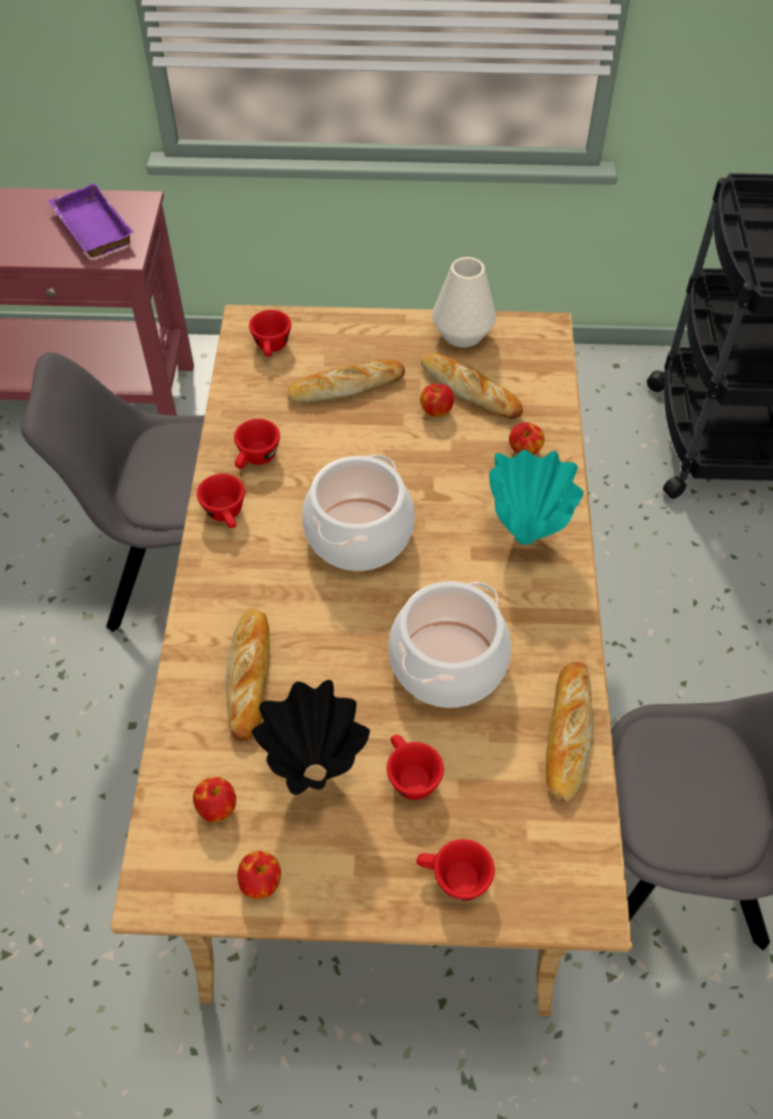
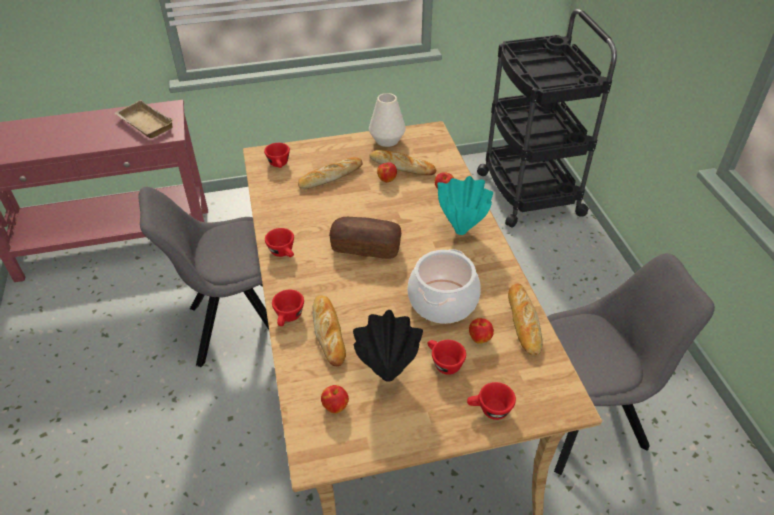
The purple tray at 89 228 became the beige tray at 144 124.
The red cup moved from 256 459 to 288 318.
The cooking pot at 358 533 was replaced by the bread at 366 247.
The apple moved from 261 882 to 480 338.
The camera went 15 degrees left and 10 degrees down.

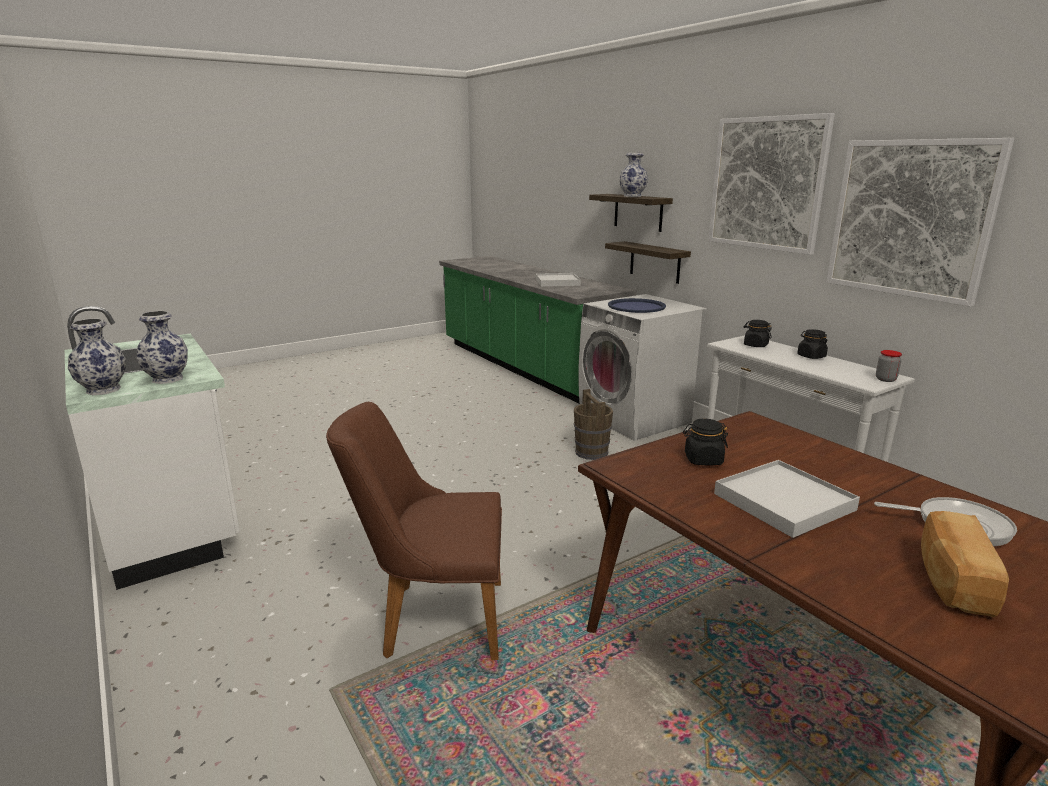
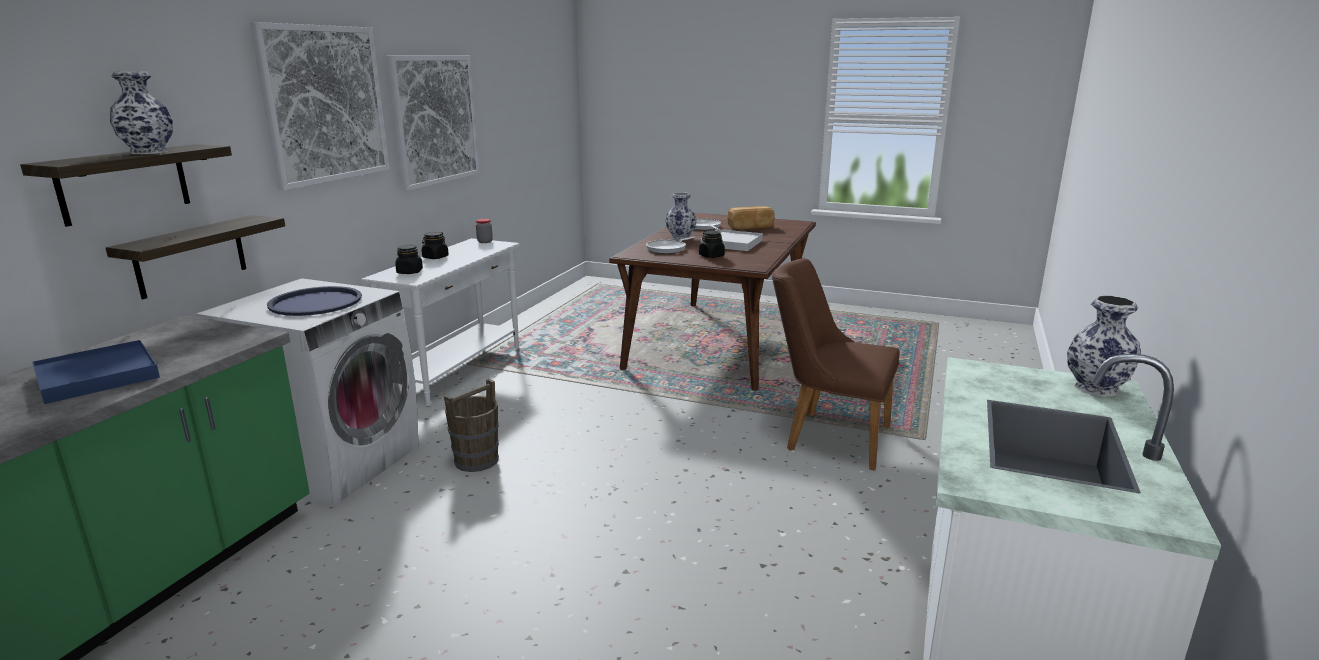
The white tray at 557 282 became the blue tray at 98 376.
The vase moved from 168 378 to 680 238.
The brown chair at 432 618 turned 150 degrees clockwise.
The frying pan at 668 249 appeared.
The camera went 125 degrees left and 0 degrees up.

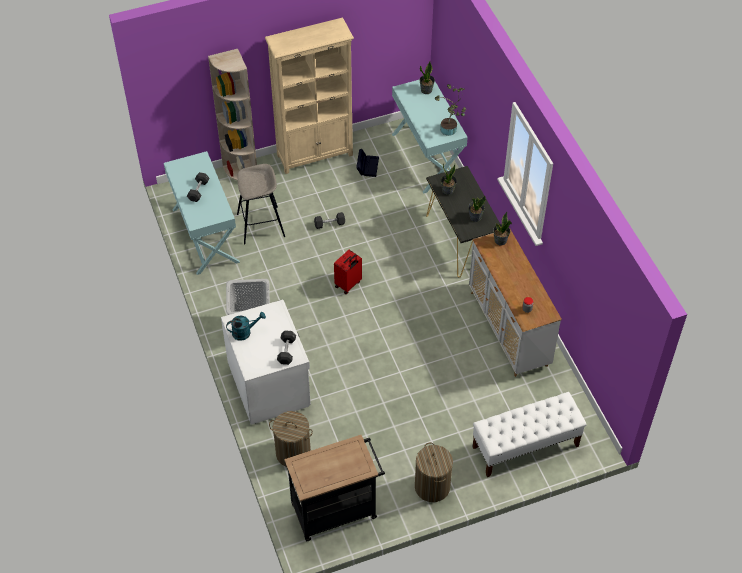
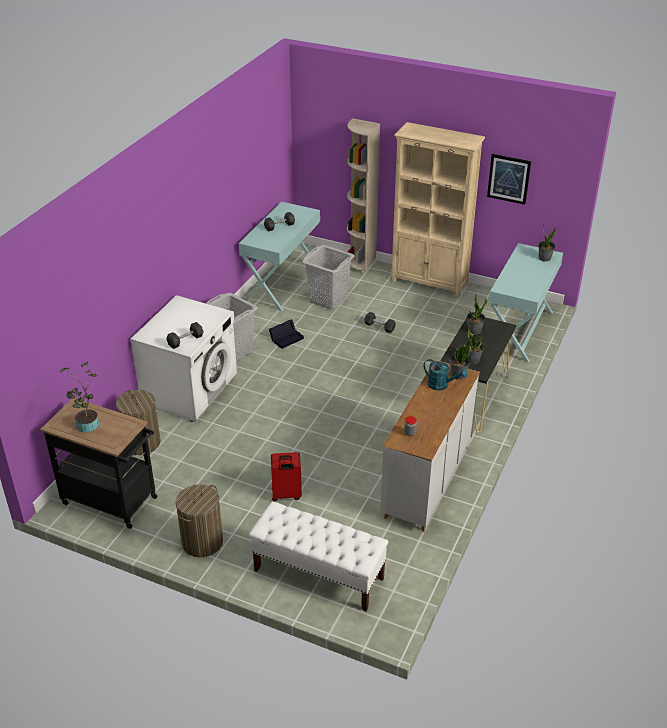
The potted plant moved from 450 130 to 87 427.
The black storage box moved from 367 166 to 287 338.
The grey stool at 261 225 was replaced by the grey laundry basket at 328 300.
The red suitcase moved from 348 284 to 286 495.
The turquoise watering can moved from 245 332 to 441 385.
The picture at 509 178 appeared.
The camera went 45 degrees right and 15 degrees down.

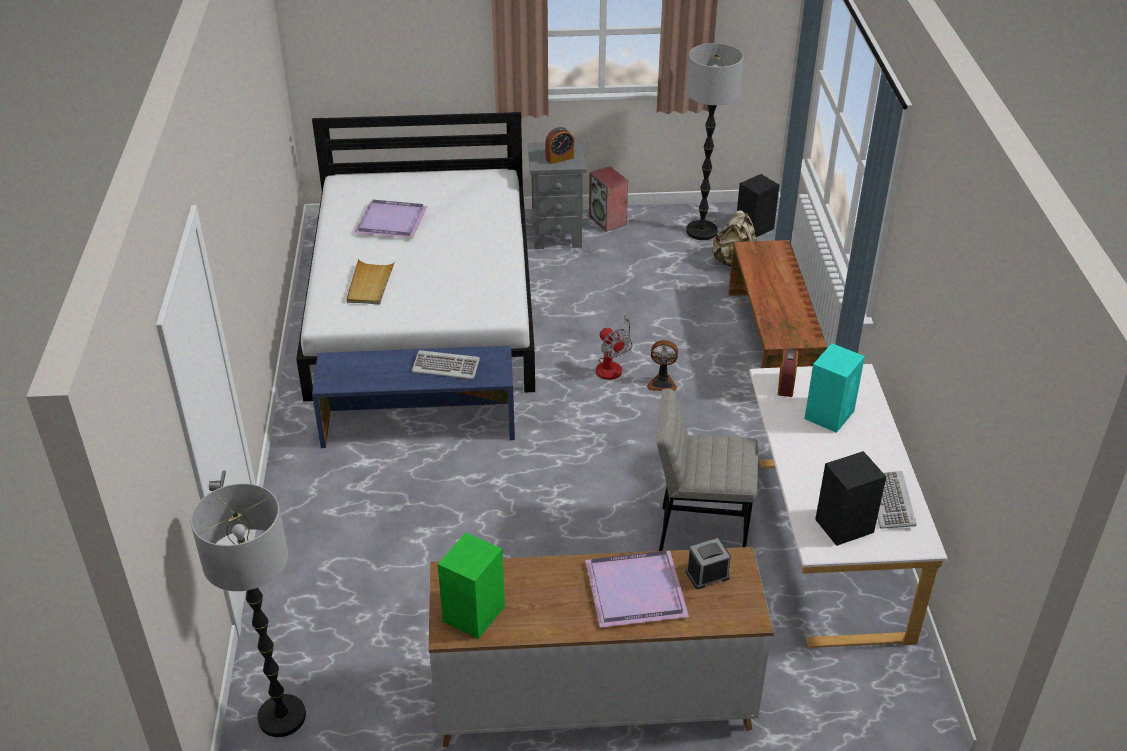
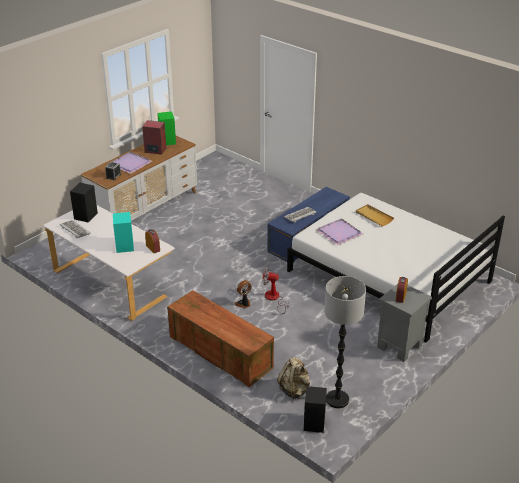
The speaker moved from 608 220 to 155 150.
The purple tray moved from 392 222 to 338 233.
The grey chair at 698 536 disappeared.
The floor lamp at 281 717 disappeared.
The camera went 135 degrees right and 5 degrees down.

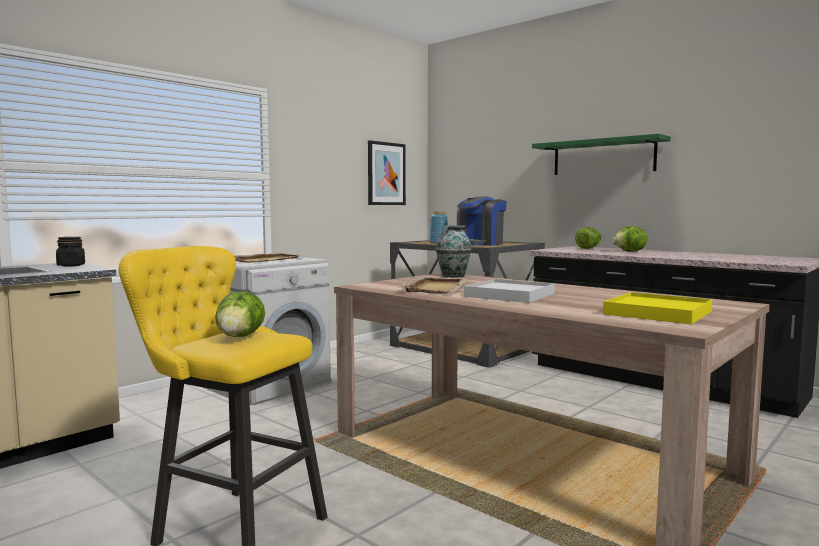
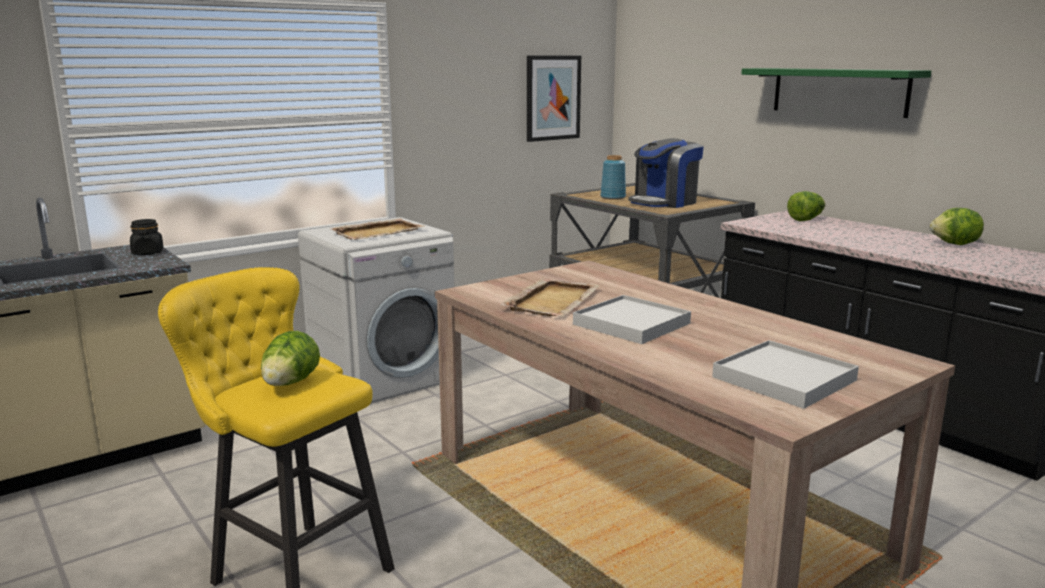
The vase at 452 276 disappeared.
The lettuce moved from 630 252 to 955 244.
The yellow tray at 658 313 became the white tray at 784 379.
The camera went 10 degrees right and 10 degrees up.

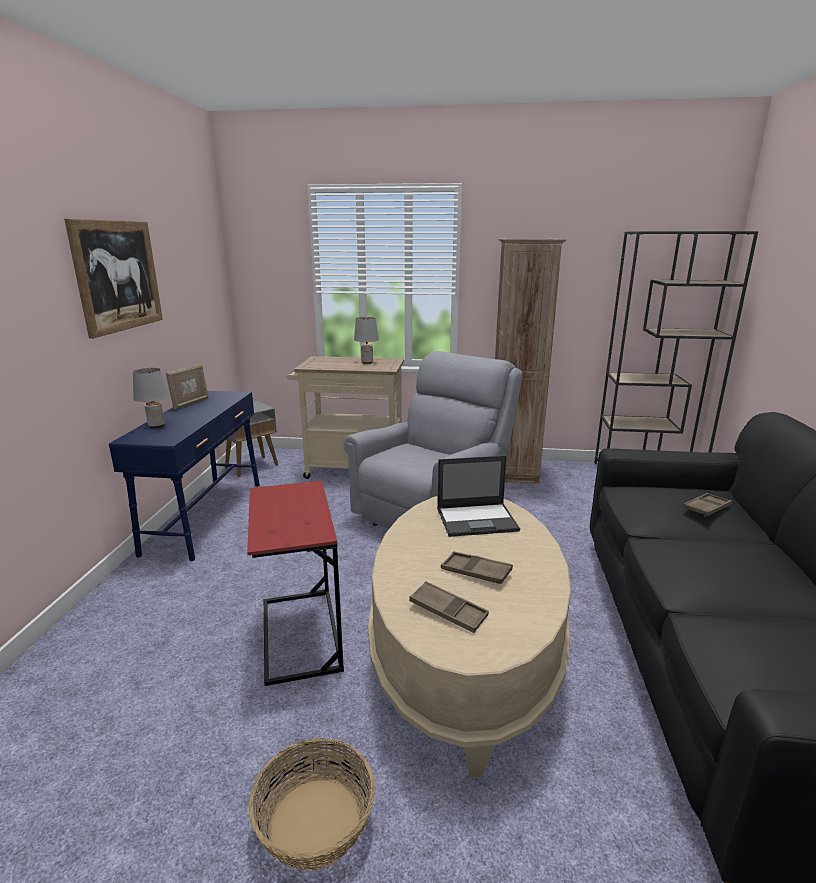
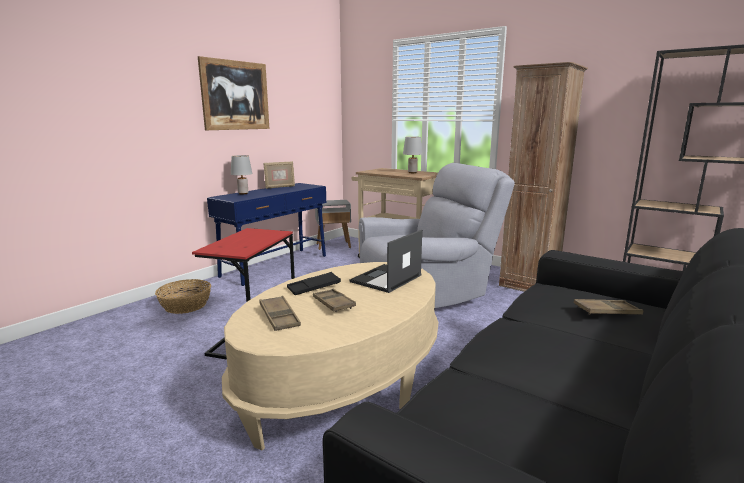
The laptop at 477 519 turned 105 degrees clockwise.
The basket moved from 315 823 to 185 306.
The black tray at 314 287 appeared.
The camera went 30 degrees right and 5 degrees down.

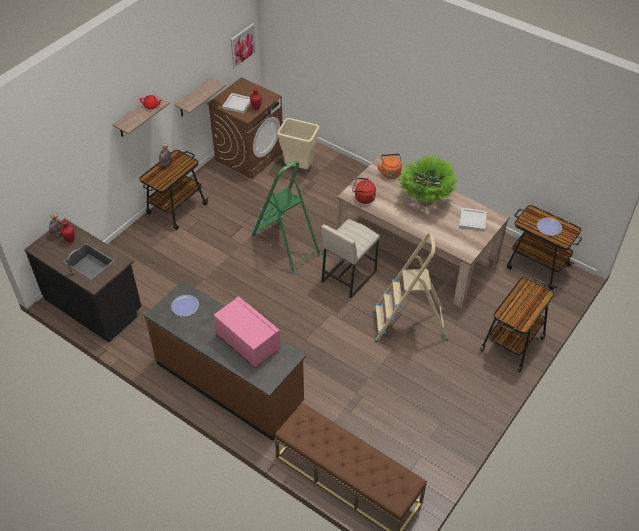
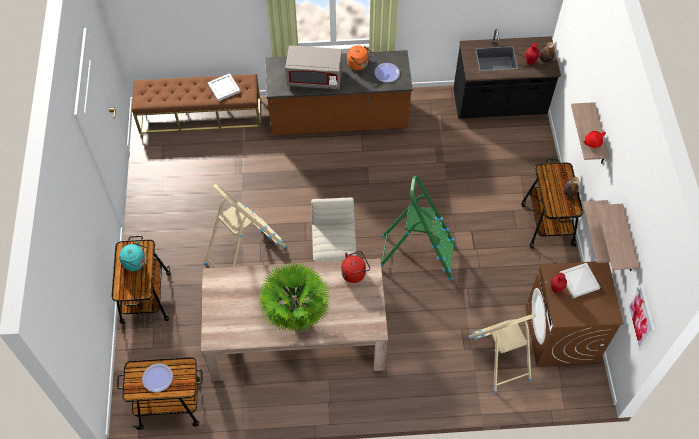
The beige trash can at 299 167 was replaced by the beige step ladder at 498 357.
The orange kettle moved from 390 172 to 359 64.
The white tray moved from 472 220 to 224 88.
The pink microwave at 248 342 became the grey microwave at 315 78.
The shelf at 628 241 appeared.
The turquoise kettle at 136 262 appeared.
The camera went 140 degrees right and 10 degrees up.

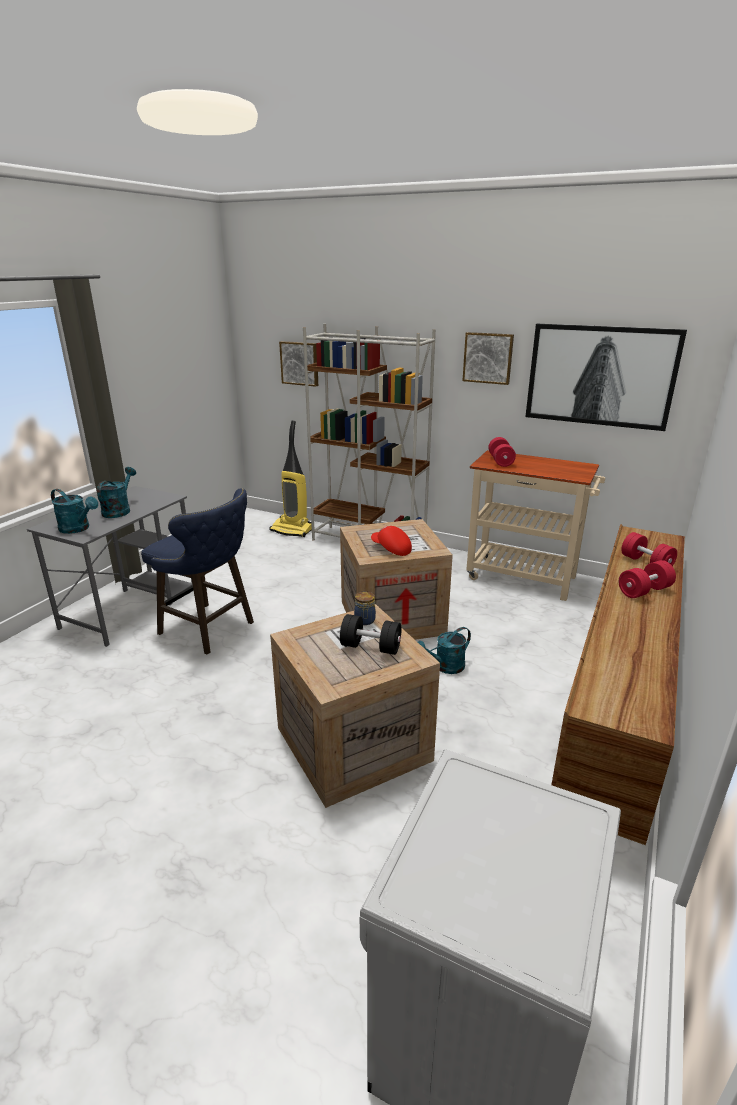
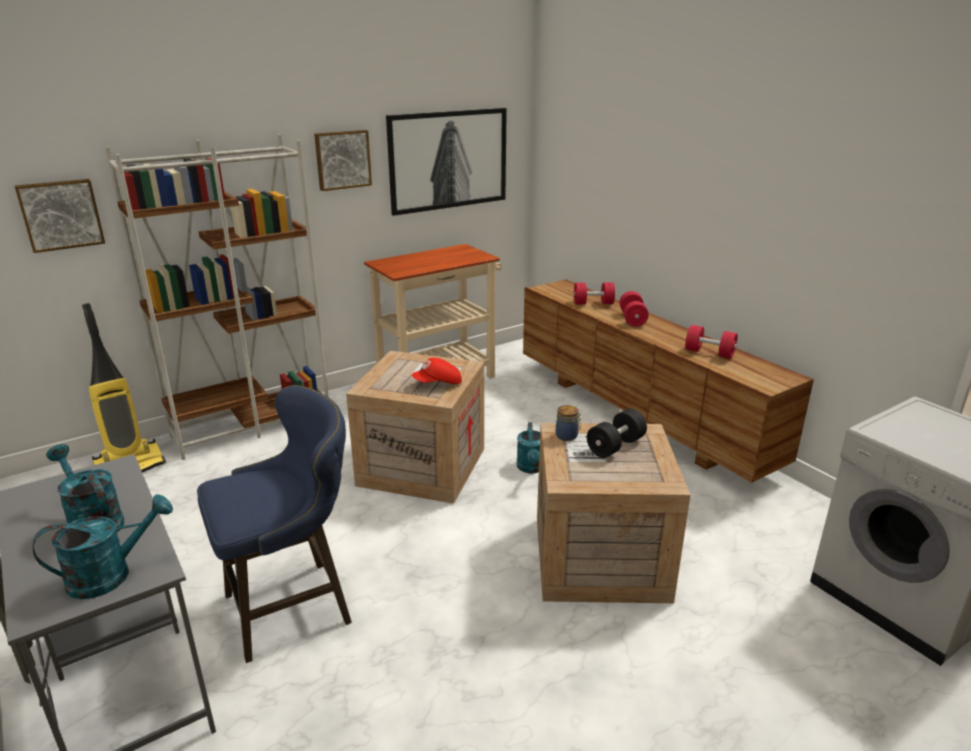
The red dumbbell moved from 500 461 to 709 353.
The camera went 60 degrees left and 0 degrees up.

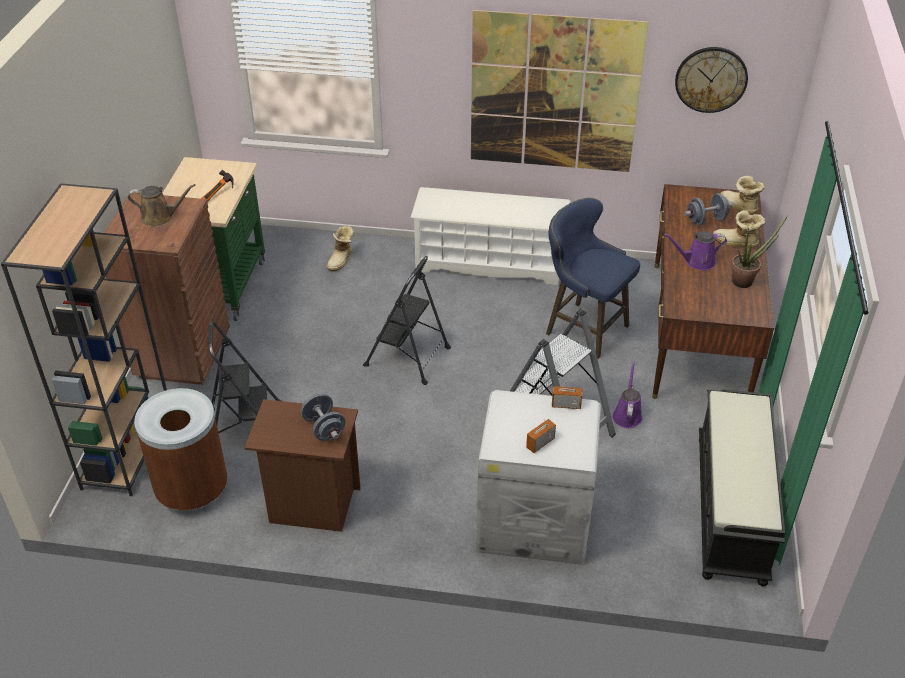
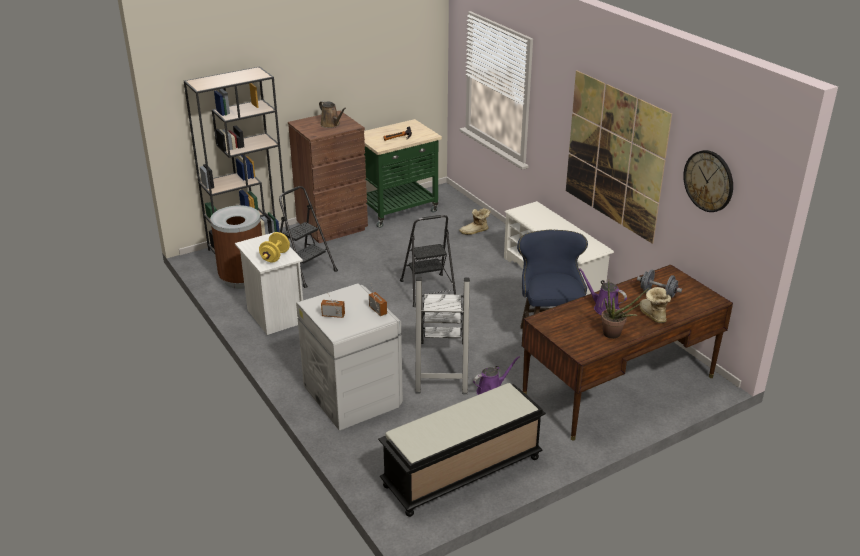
The boot at 738 207 disappeared.
The grey dumbbell at 324 428 became the yellow dumbbell at 275 257.
The brown nightstand at 311 505 became the white nightstand at 274 316.
The camera went 50 degrees right and 10 degrees down.

